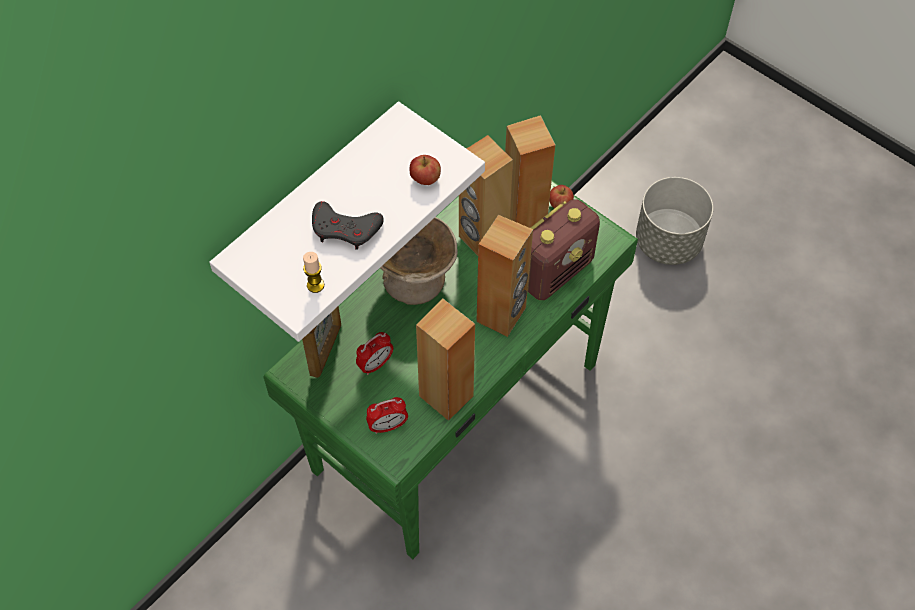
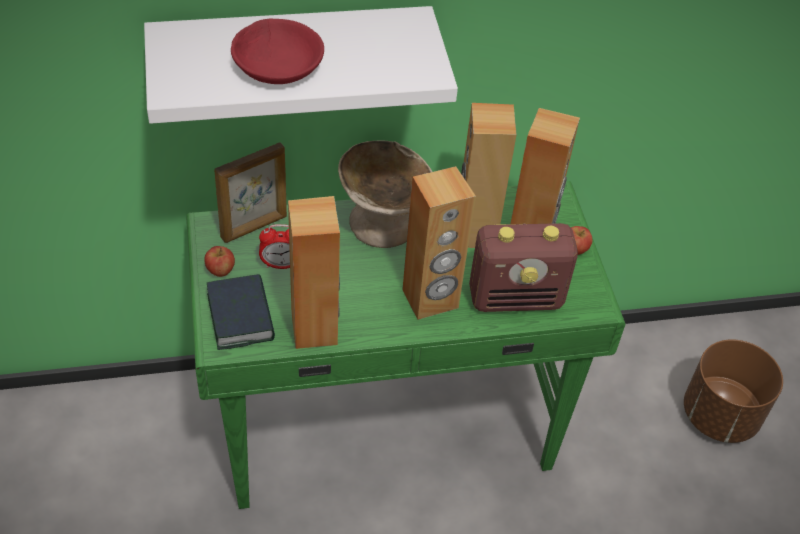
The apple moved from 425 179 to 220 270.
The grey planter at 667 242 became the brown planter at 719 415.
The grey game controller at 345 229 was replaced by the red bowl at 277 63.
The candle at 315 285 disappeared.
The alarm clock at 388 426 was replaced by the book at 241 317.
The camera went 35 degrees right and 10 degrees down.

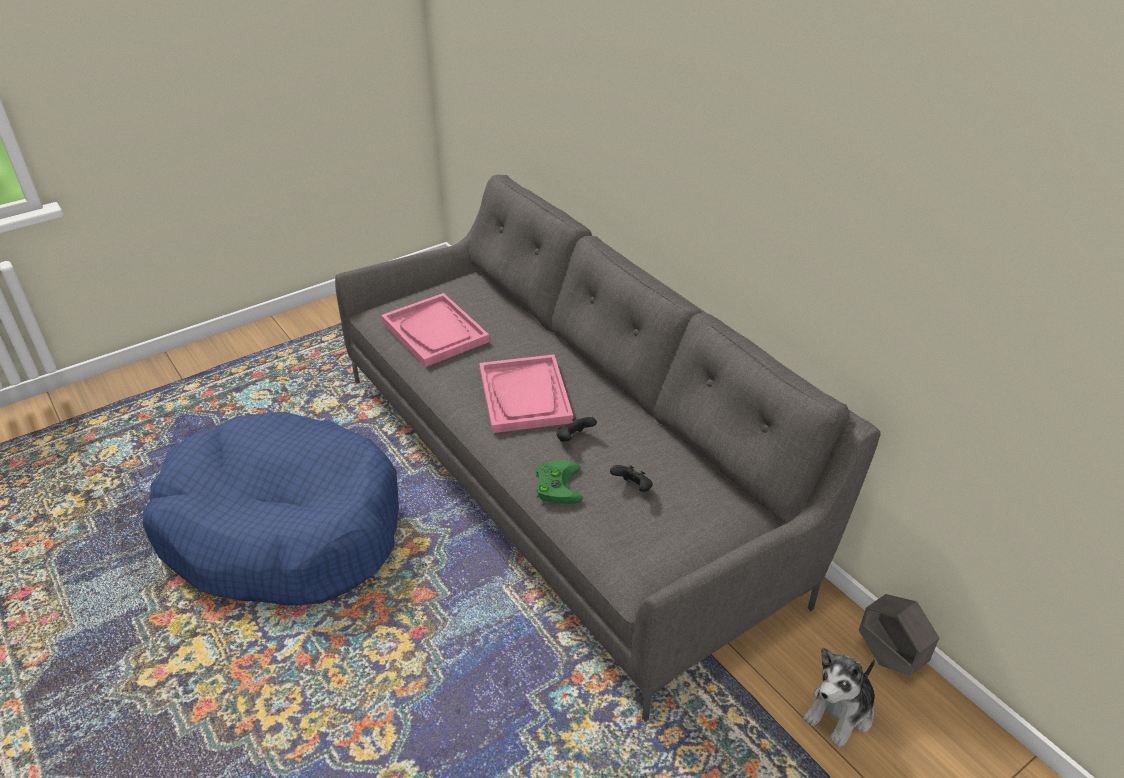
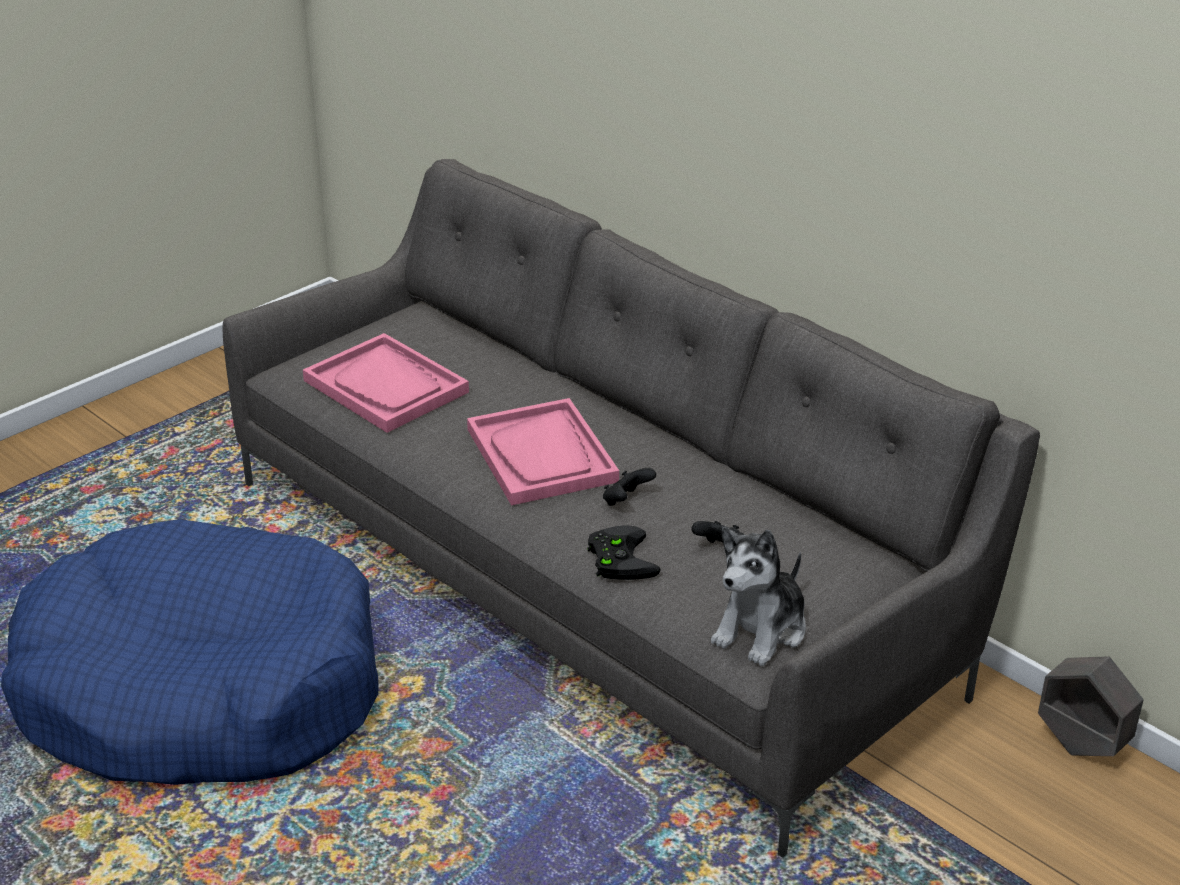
The green game controller at 556 484 became the black game controller at 618 557.
The plush toy moved from 840 712 to 761 630.
The camera went 10 degrees left and 5 degrees down.

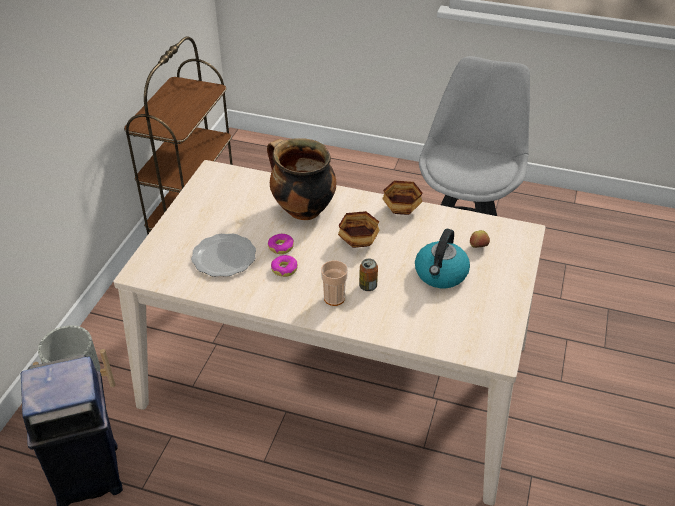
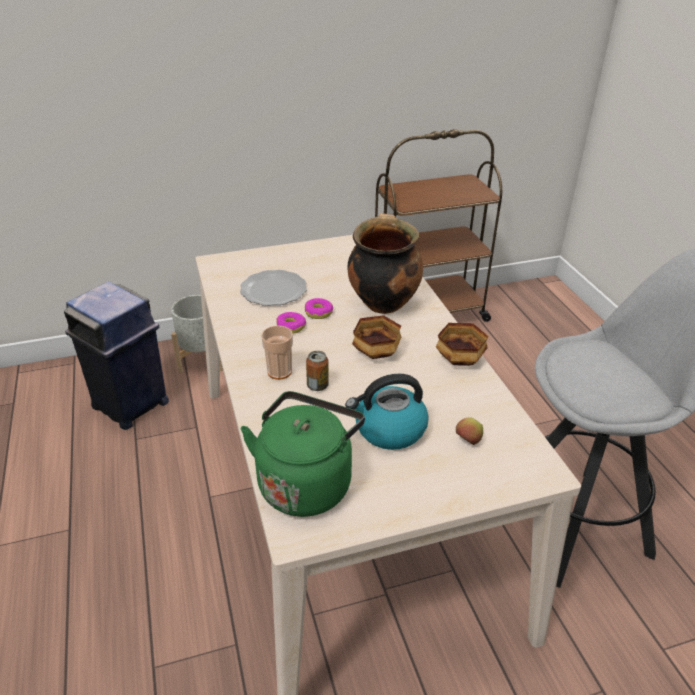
The green kettle at 306 482 appeared.
The camera went 55 degrees right and 5 degrees down.

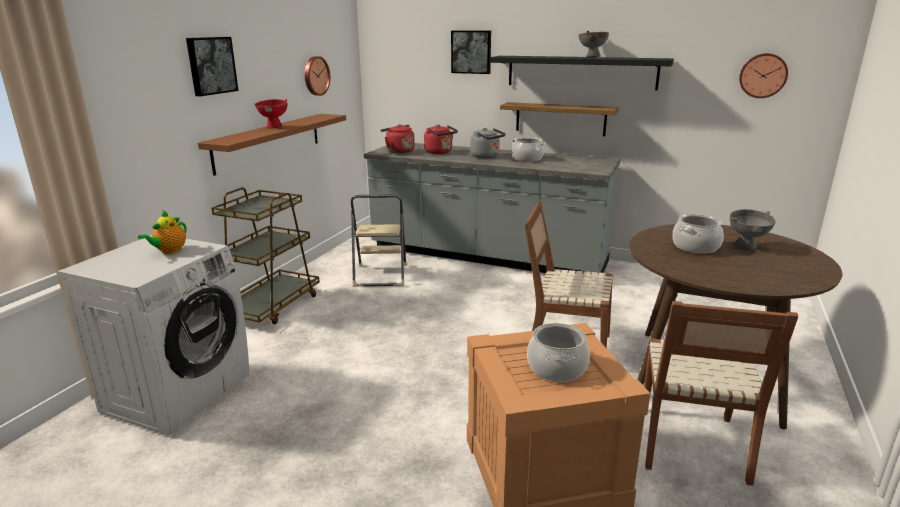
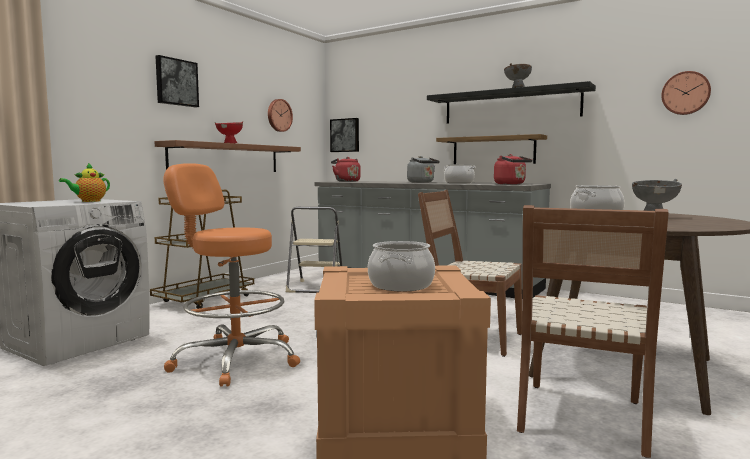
The picture moved from 471 52 to 345 135.
The red kettle moved from 440 152 to 511 184.
The orange stool at 234 359 appeared.
The camera went 10 degrees right and 15 degrees down.

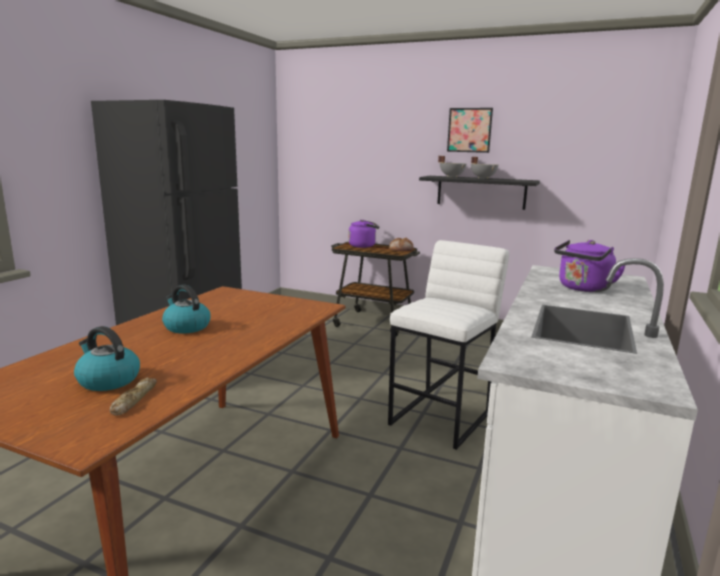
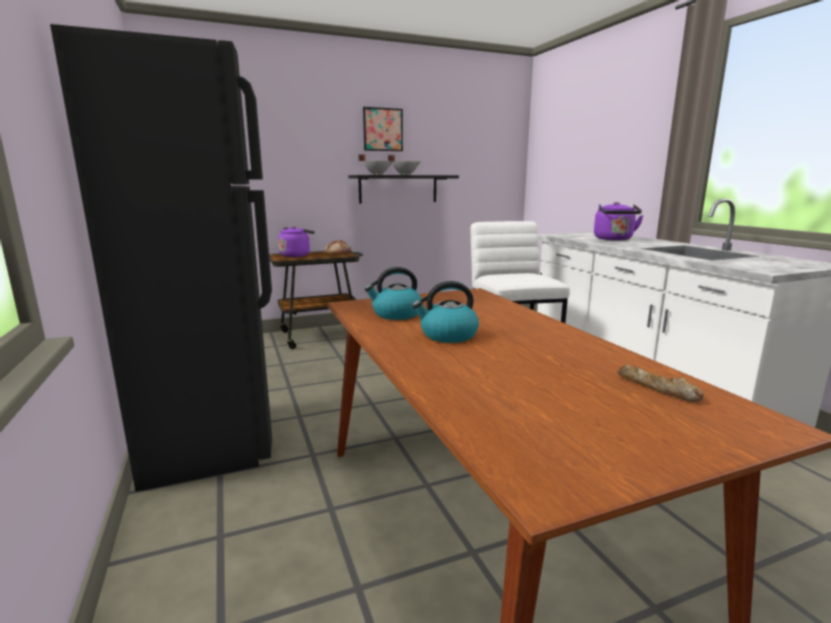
The kettle moved from 108 380 to 396 314.
The camera went 45 degrees left and 0 degrees up.

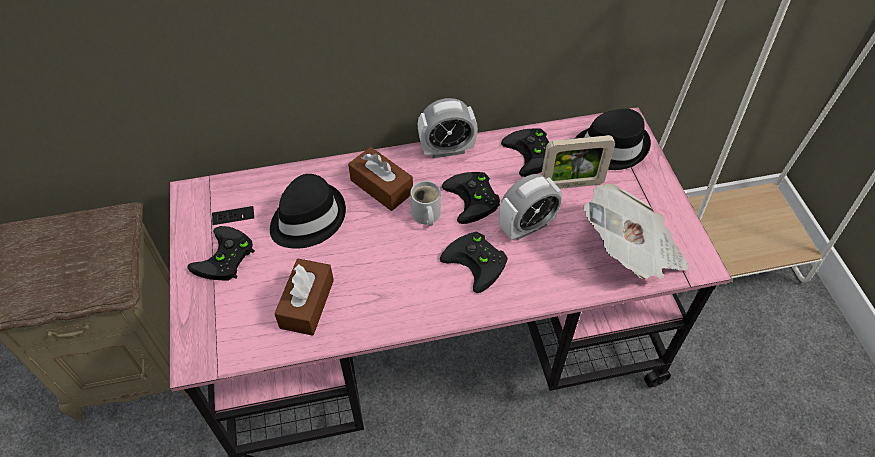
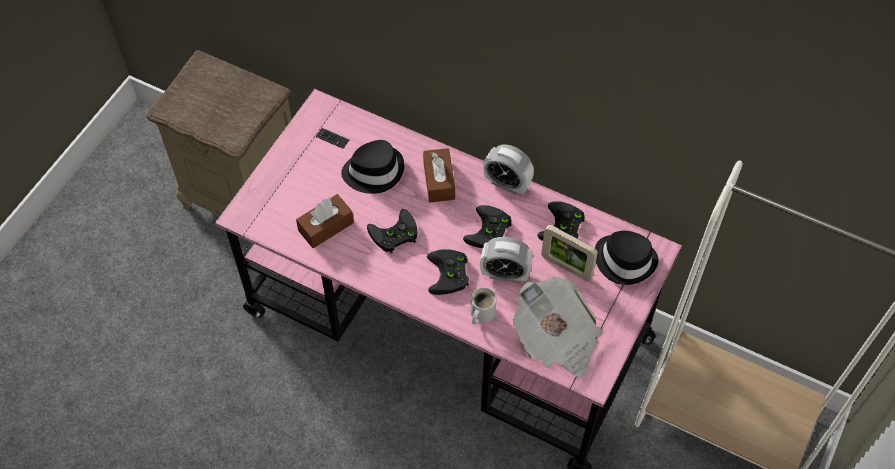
The white mug moved from 425 215 to 480 313.
The black game controller moved from 225 259 to 393 235.
The camera went 40 degrees right and 5 degrees up.

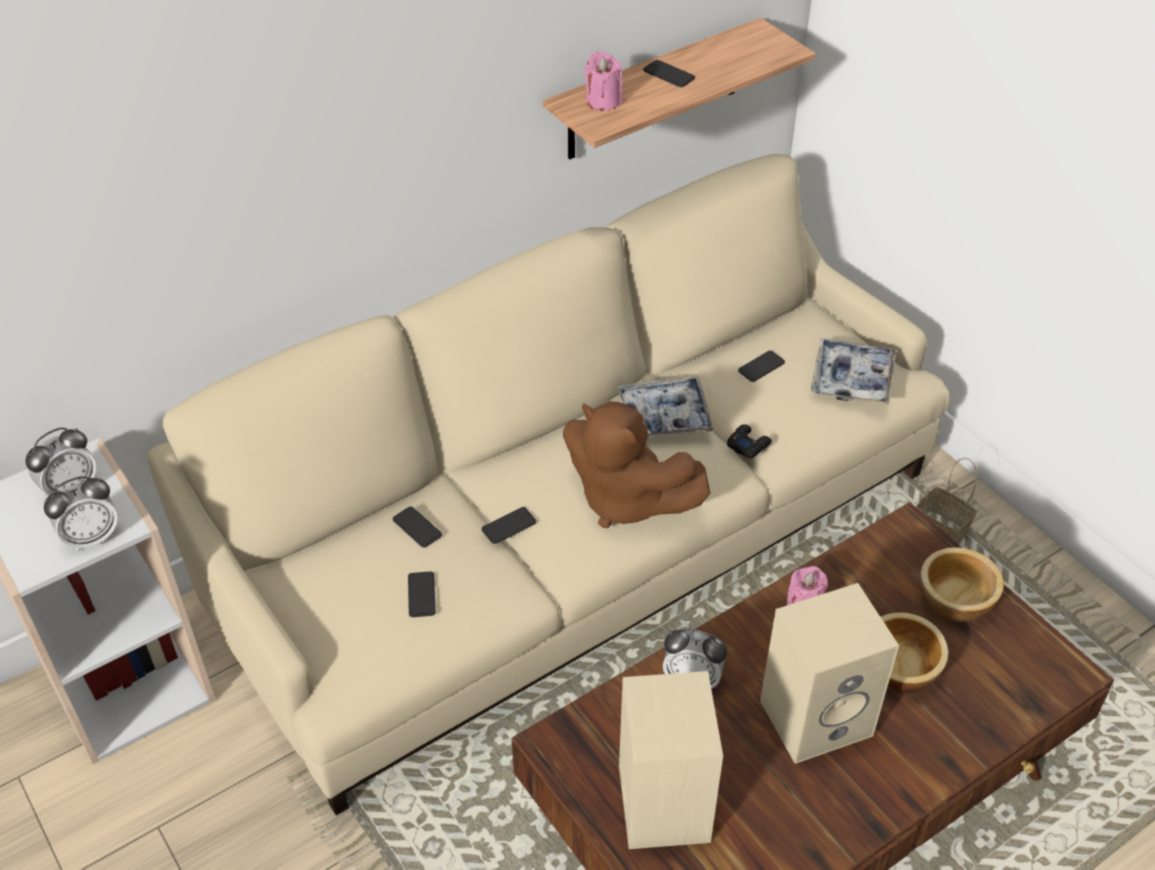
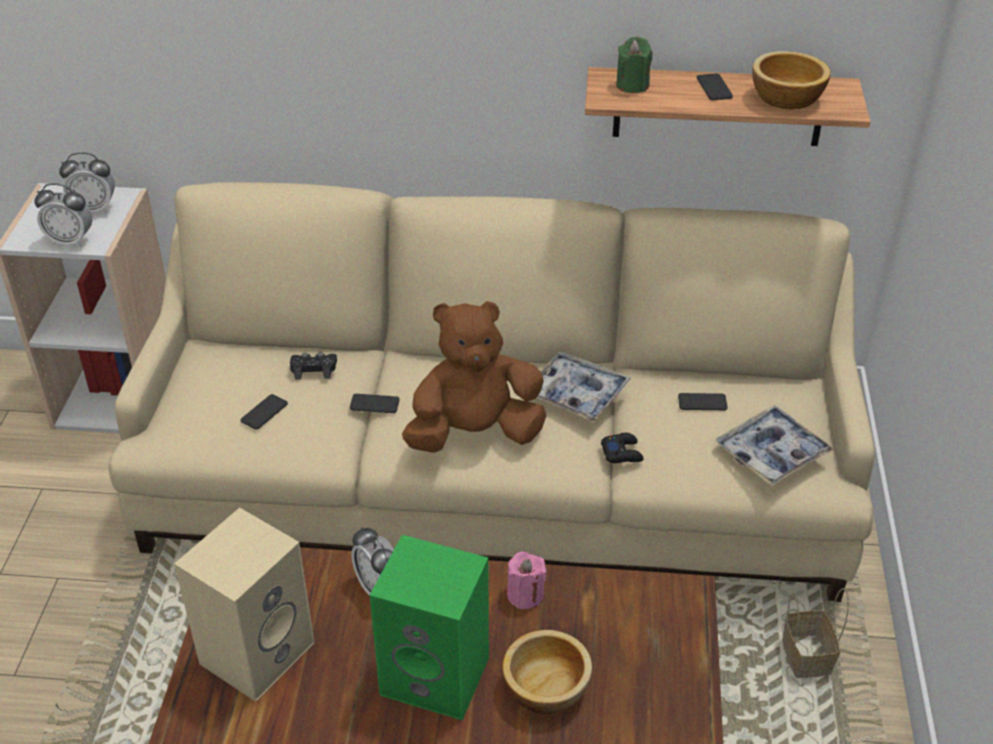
The pink candle at 603 101 became the green candle at 632 85.
The brown plush toy at 625 499 turned 90 degrees clockwise.
The phone at 417 527 was replaced by the black game controller at 314 369.
The bowl moved from 954 601 to 785 98.
The beige speaker at 817 715 became the green speaker at 438 675.
The camera went 40 degrees right and 5 degrees down.

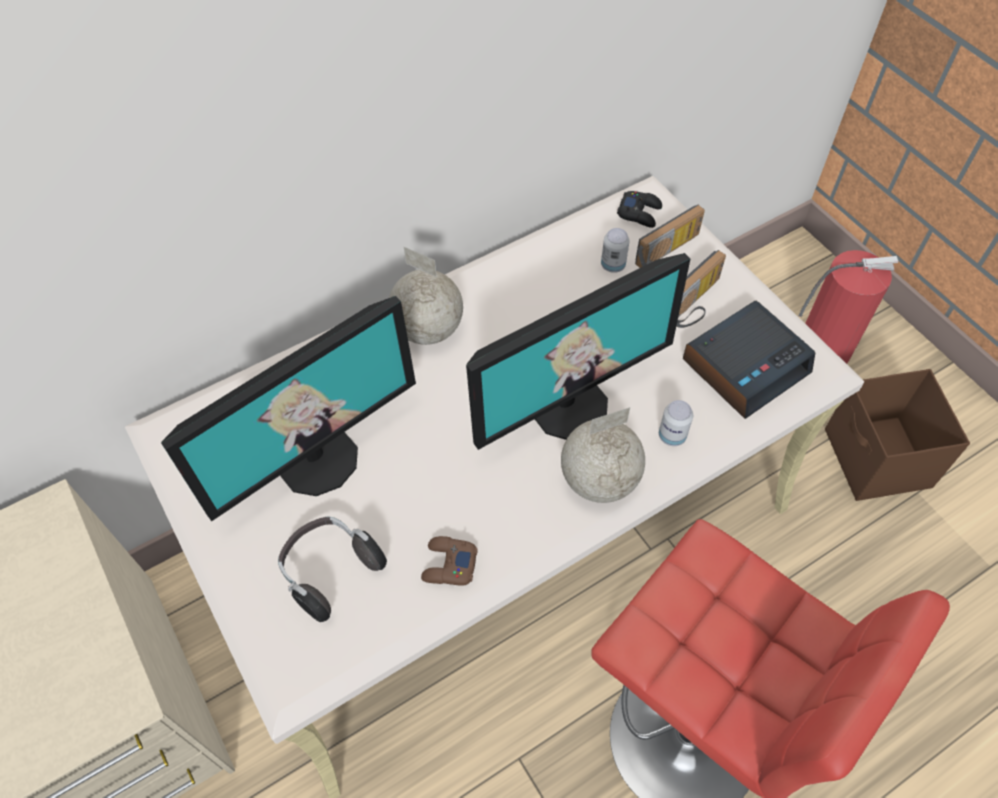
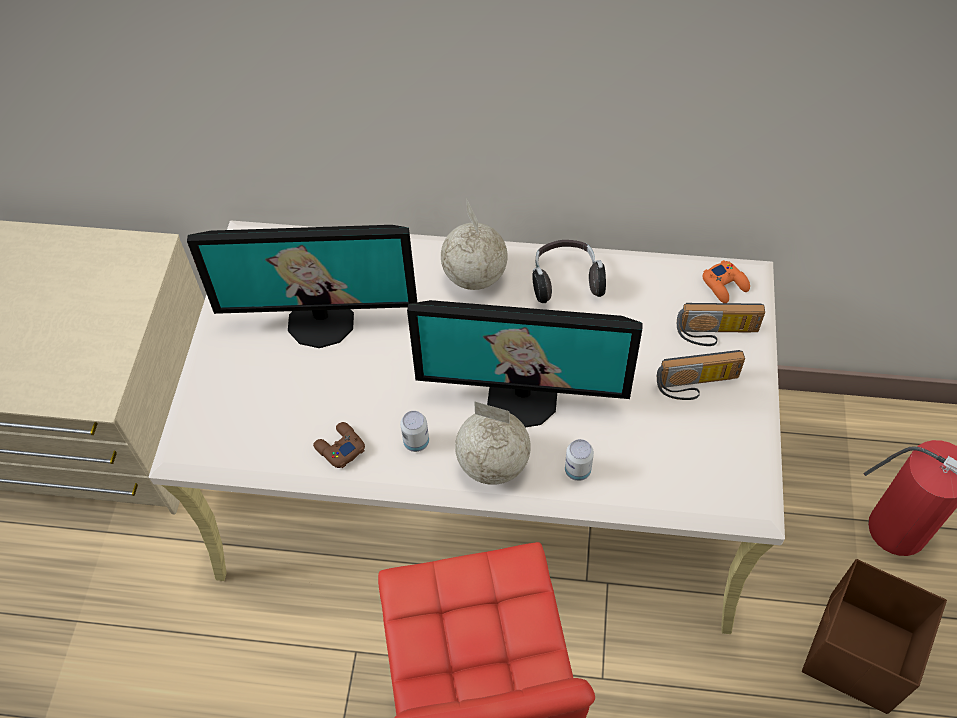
The black game controller at 639 213 became the orange game controller at 725 285.
The can moved from 613 265 to 416 442.
The alarm clock at 745 365 disappeared.
The headphones moved from 330 571 to 566 280.
The camera went 40 degrees right and 0 degrees up.

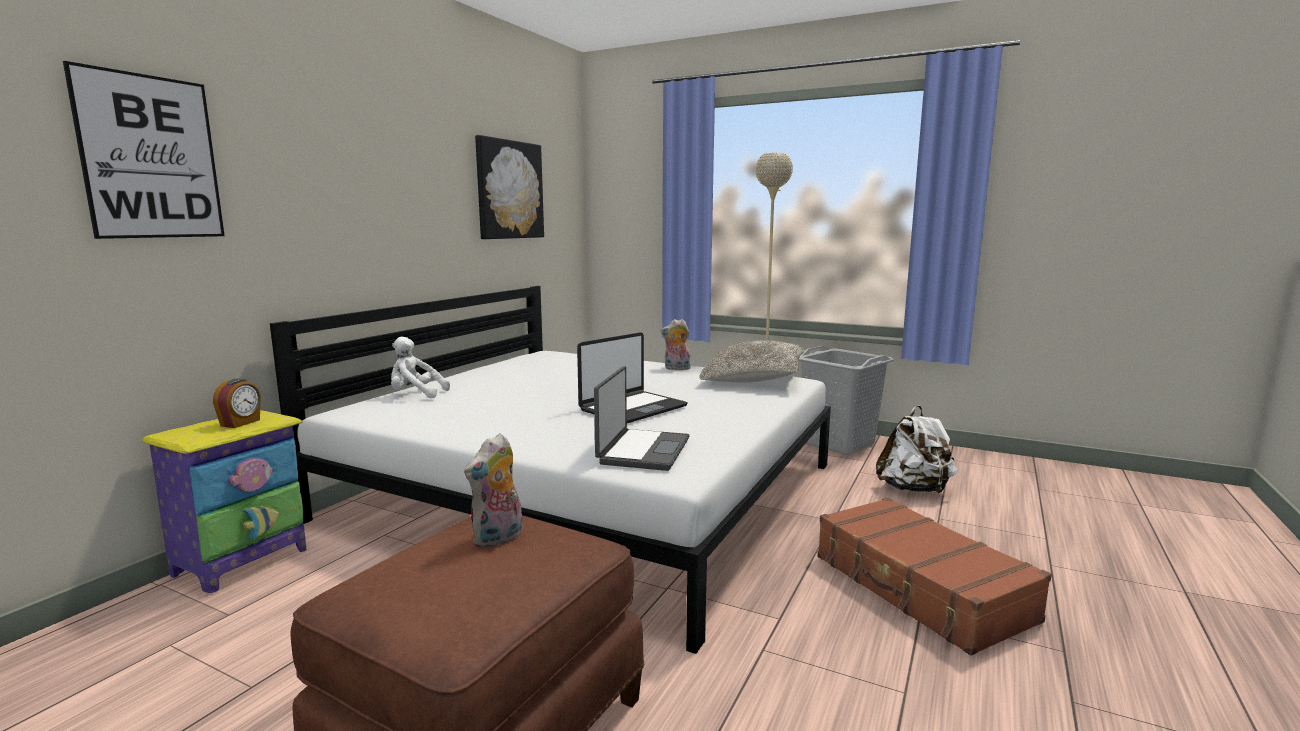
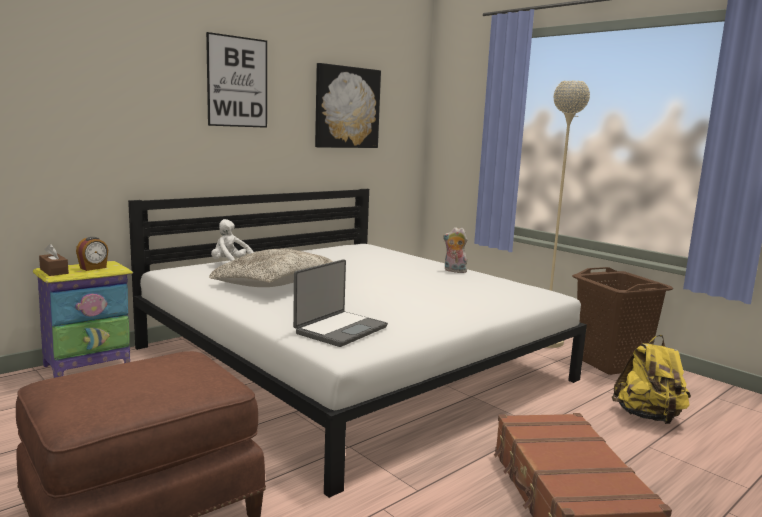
The picture moved from 151 157 to 237 82.
The laptop at 632 408 disappeared.
The beige pillow moved from 753 379 to 272 285.
The grey laundry basket at 838 444 became the brown laundry basket at 610 363.
The white backpack at 914 489 became the yellow backpack at 648 417.
The plush toy at 498 539 disappeared.
The brown tissue box at 54 271 appeared.
The camera went 20 degrees right and 0 degrees up.

